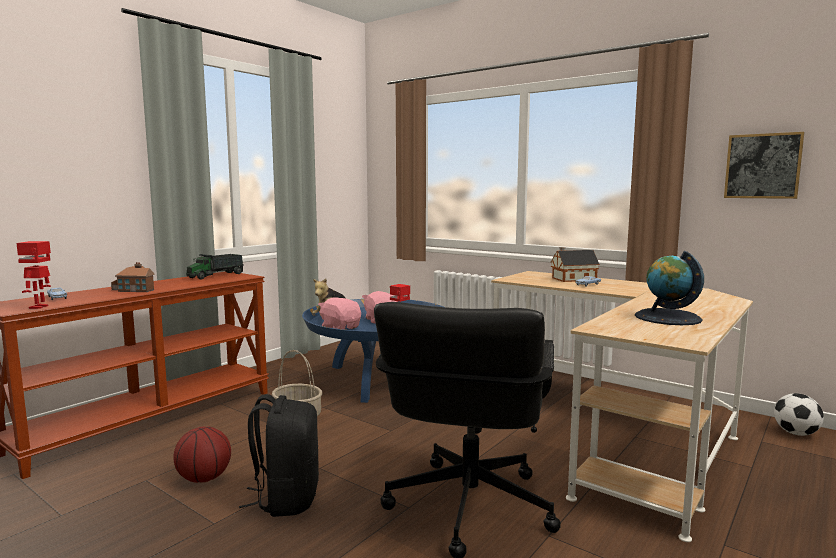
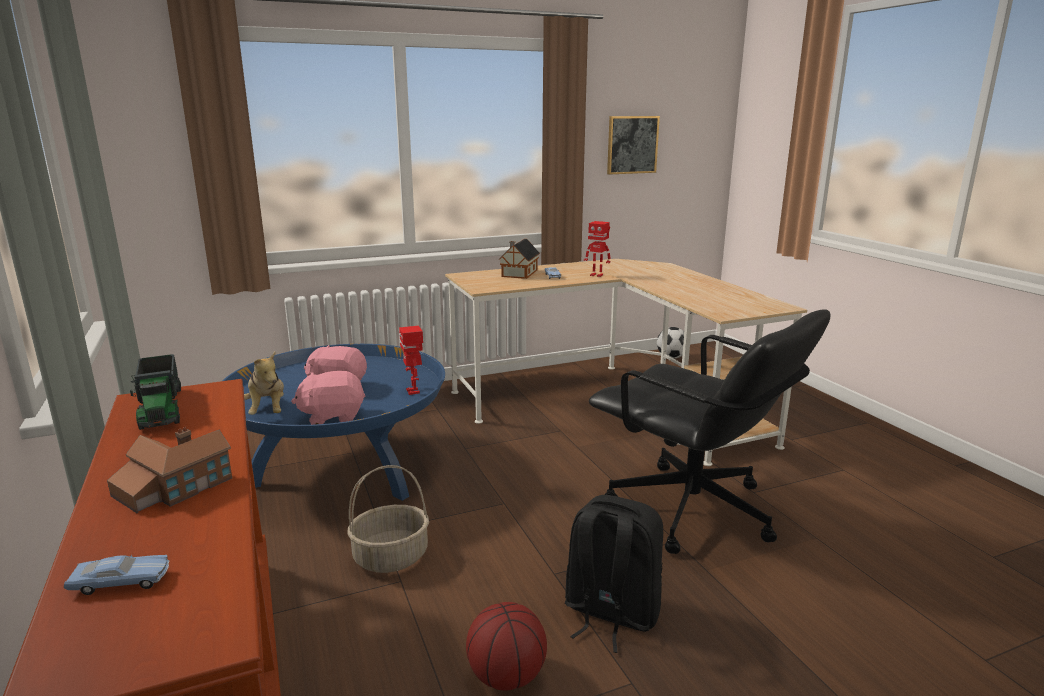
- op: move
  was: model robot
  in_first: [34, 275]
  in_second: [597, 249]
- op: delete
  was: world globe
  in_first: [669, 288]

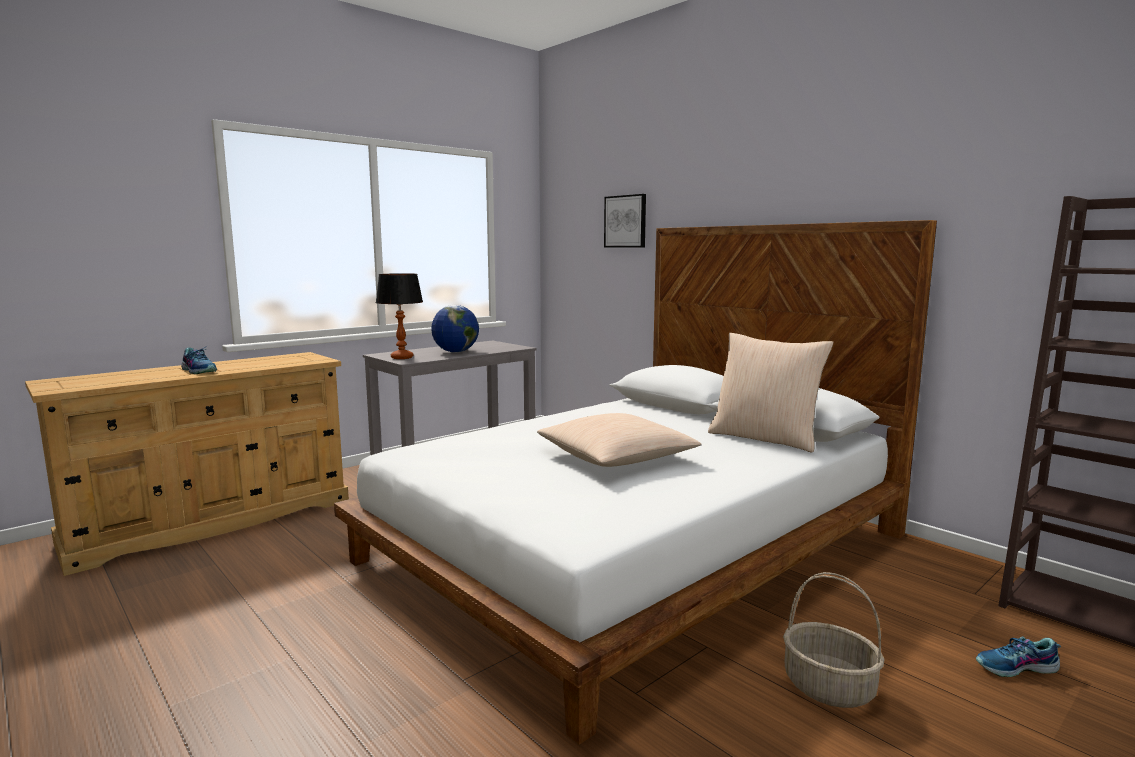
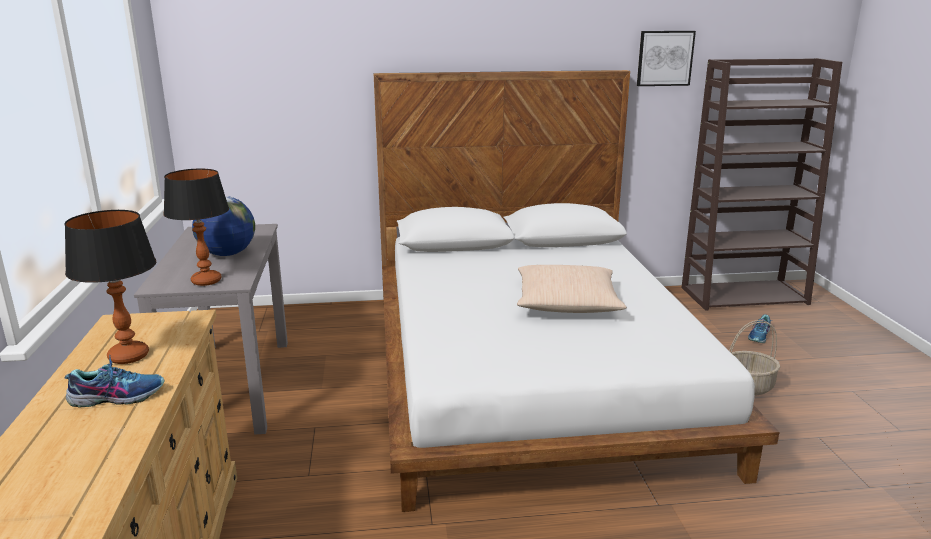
- op: move
  was: picture
  in_first: [625, 220]
  in_second: [666, 58]
- op: delete
  was: beige-coloured throw pillow
  in_first: [770, 393]
- op: insert
  now: tabletop lamp
  in_second: [110, 287]

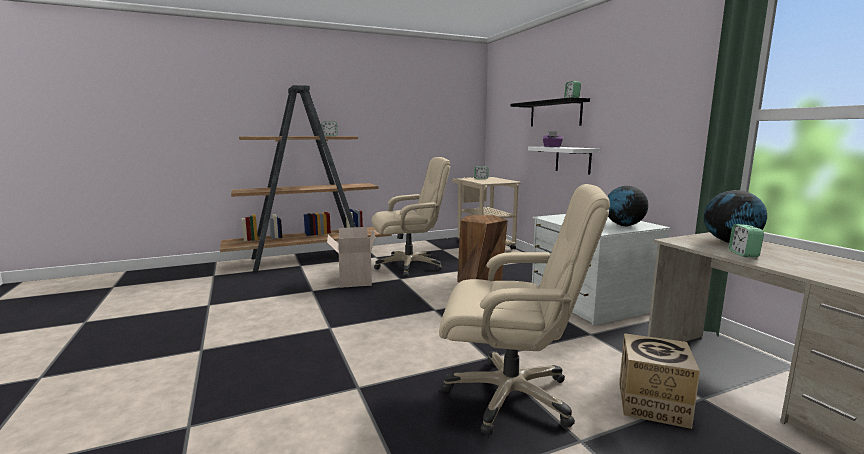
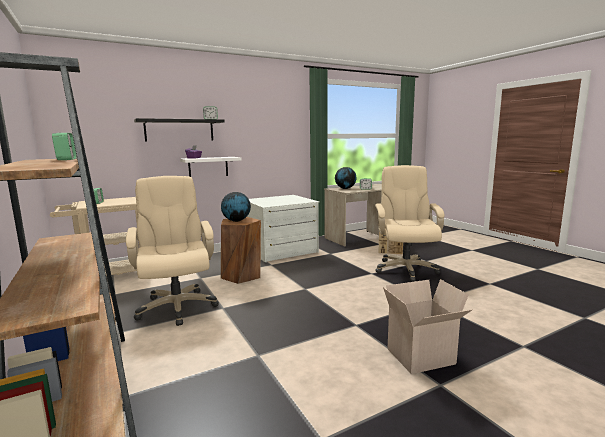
- op: move
  was: cardboard box
  in_first: [351, 257]
  in_second: [428, 326]
- op: move
  was: world globe
  in_first: [627, 206]
  in_second: [236, 207]

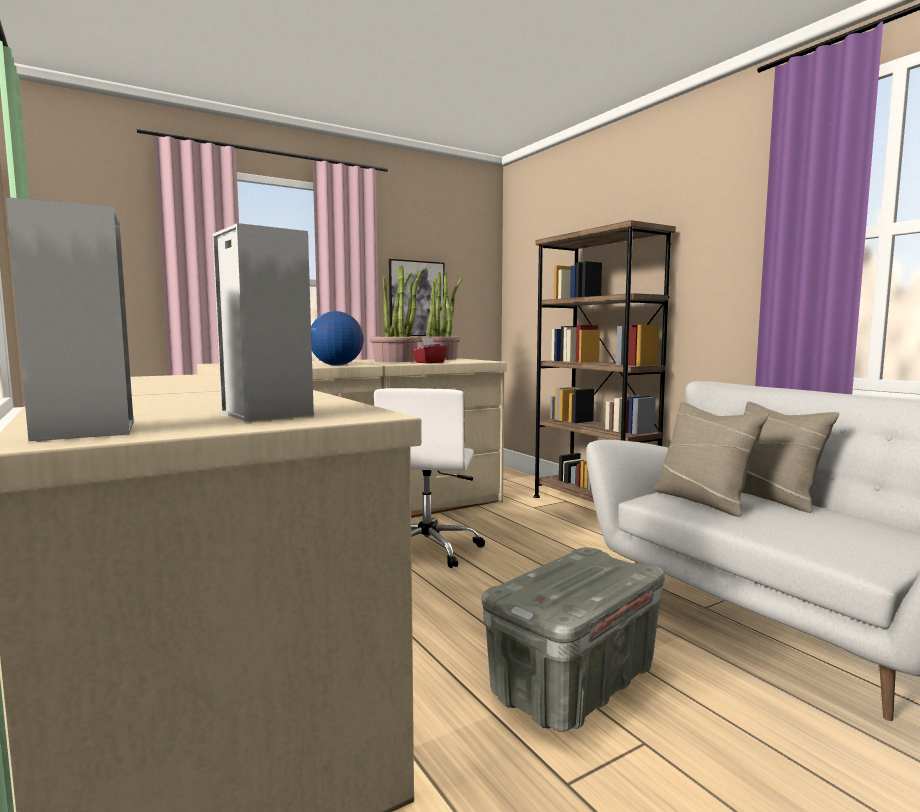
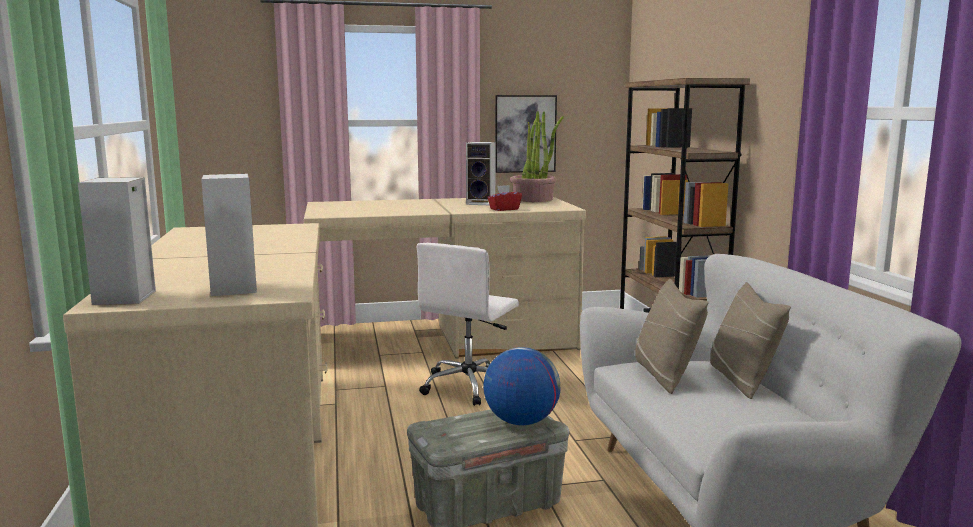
- op: move
  was: world globe
  in_first: [337, 338]
  in_second: [521, 386]
- op: replace
  was: potted plant
  now: audio speaker
  in_first: [396, 314]
  in_second: [480, 173]

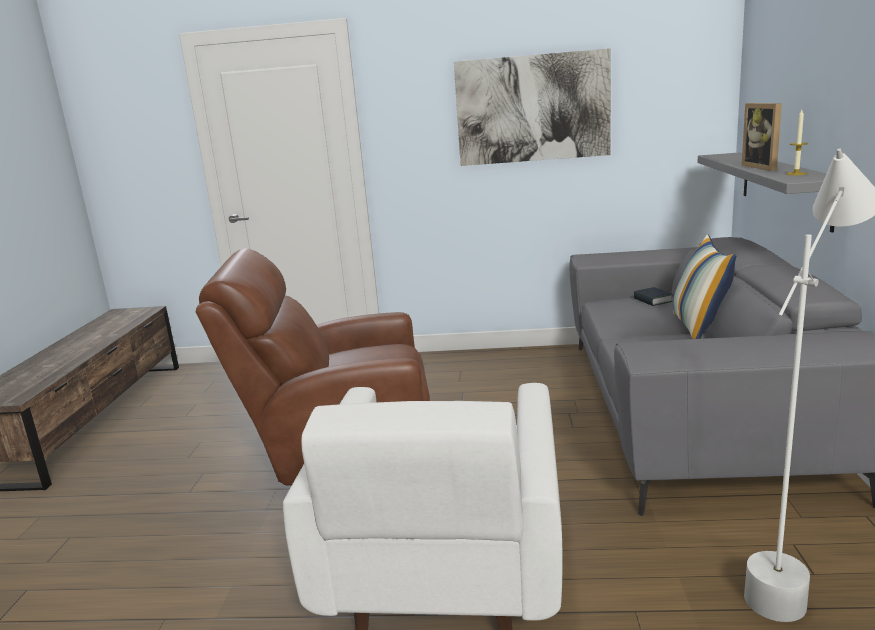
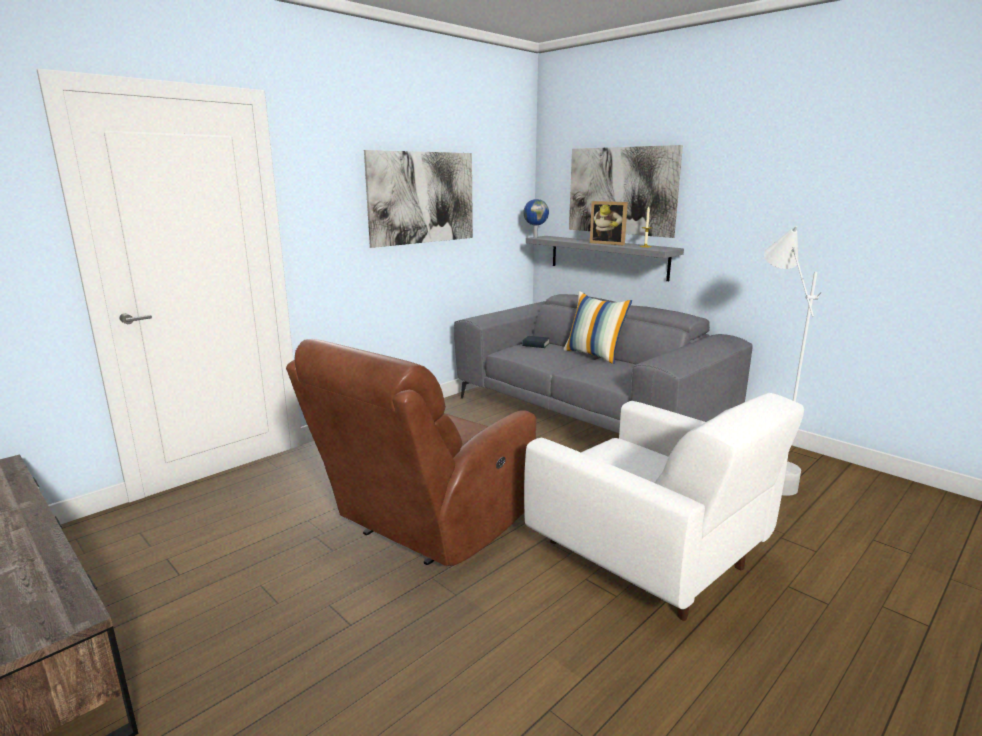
- op: insert
  now: world globe
  in_second: [536, 218]
- op: insert
  now: picture
  in_second: [626, 191]

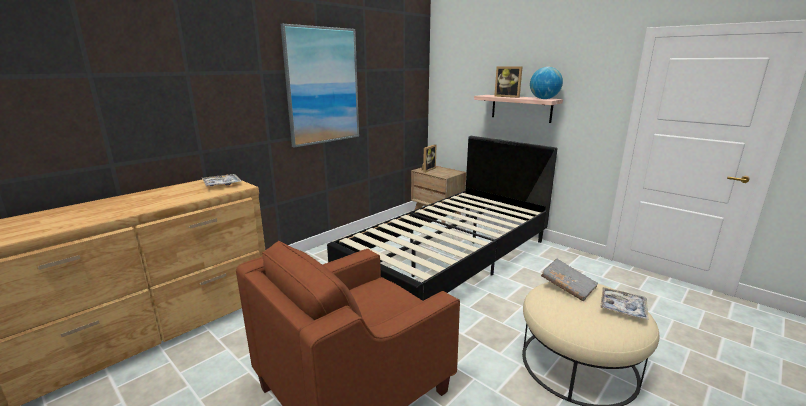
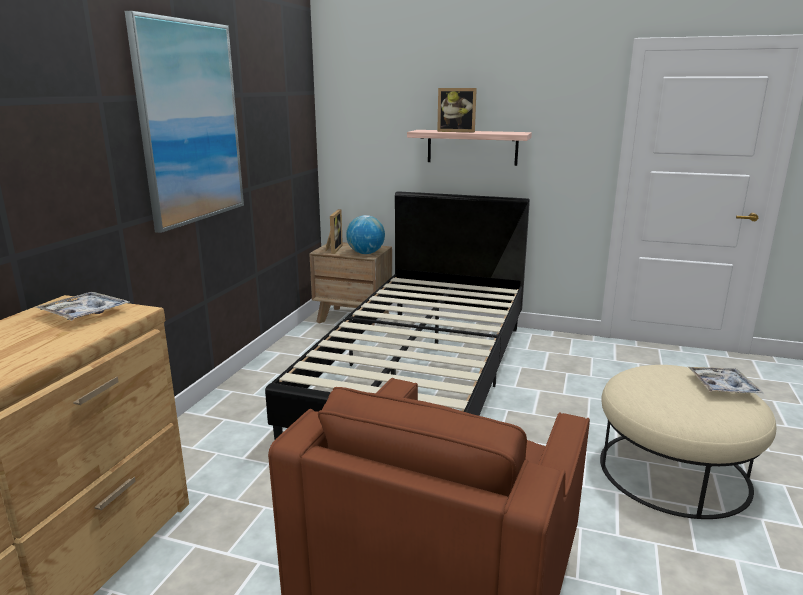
- op: move
  was: world globe
  in_first: [546, 83]
  in_second: [365, 234]
- op: delete
  was: grey book
  in_first: [569, 280]

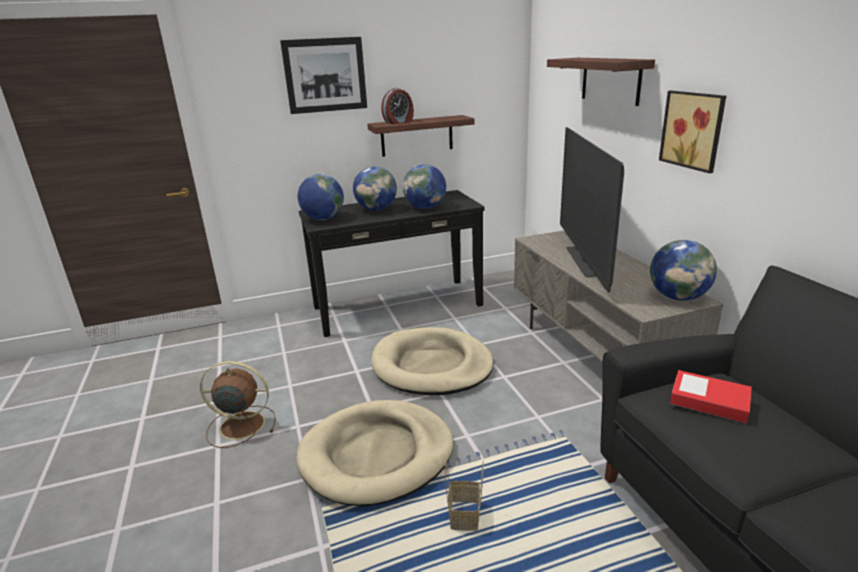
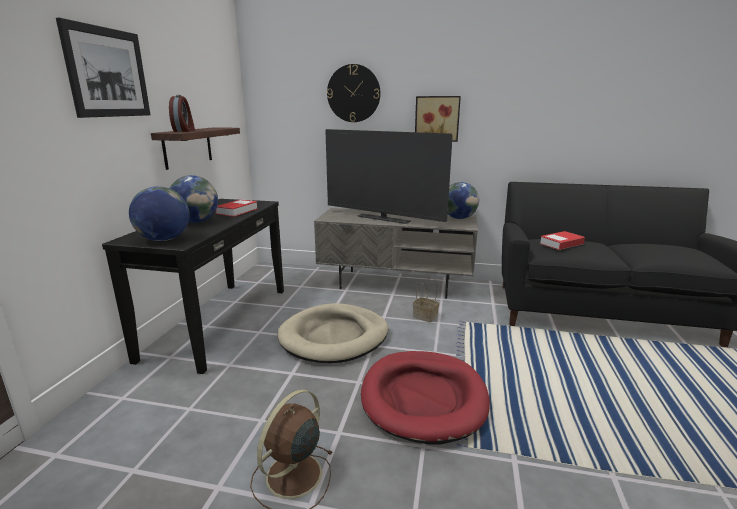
- op: recolor
  was: beige-coloured pet bed
  now: reddish pet bed
  in_first: [375, 453]
  in_second: [425, 398]
- op: replace
  was: world globe
  now: book
  in_first: [424, 186]
  in_second: [237, 208]
- op: move
  was: storage basket
  in_first: [464, 495]
  in_second: [426, 300]
- op: replace
  was: shelf
  now: wall clock
  in_first: [601, 82]
  in_second: [354, 93]

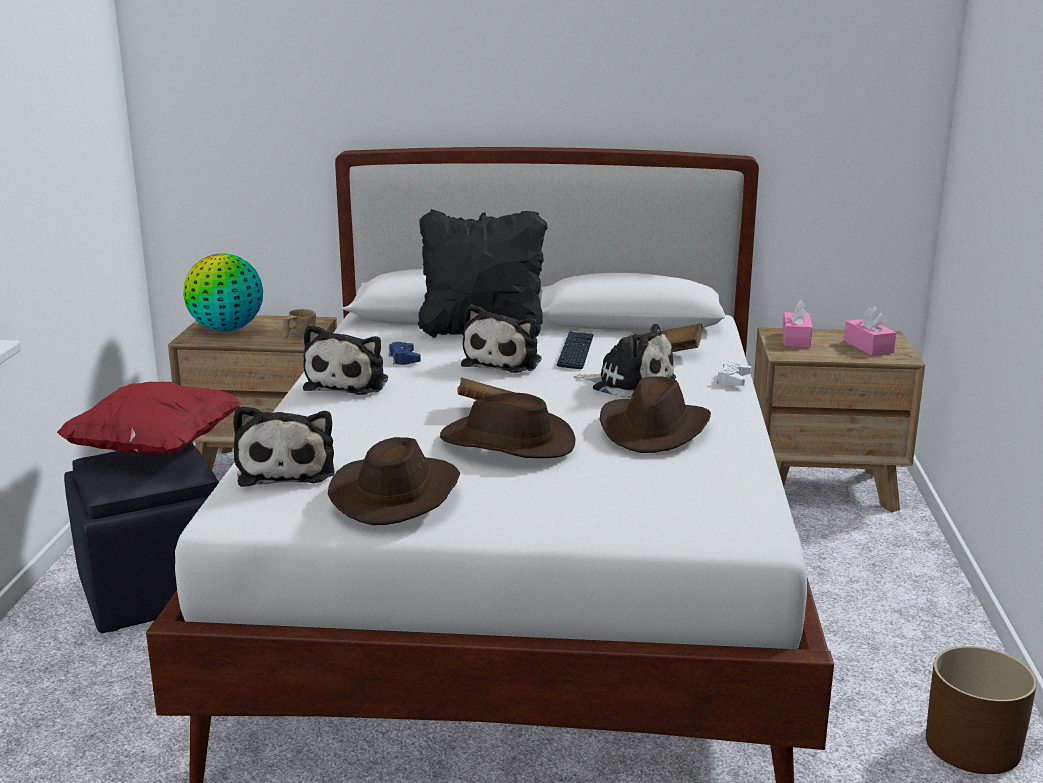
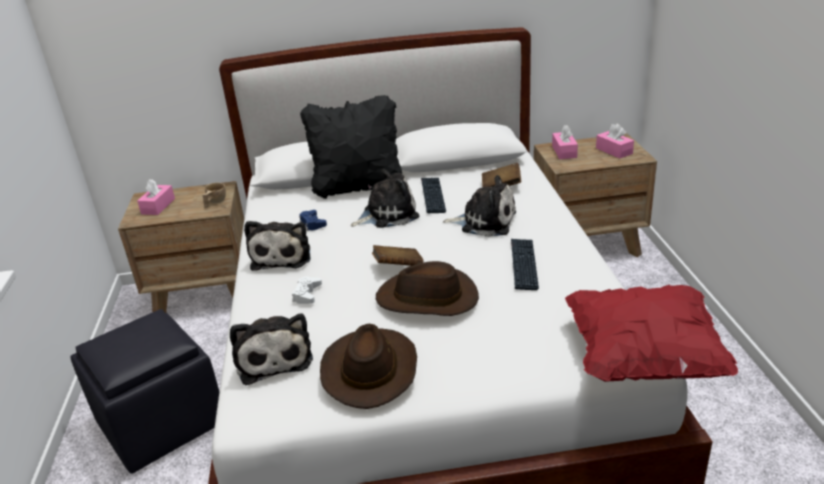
- op: move
  was: reddish throw pillow
  in_first: [149, 418]
  in_second: [651, 333]
- op: replace
  was: world globe
  now: pink-coloured box of tissues
  in_first: [223, 292]
  in_second: [156, 197]
- op: rotate
  was: plush toy
  in_first: [501, 338]
  in_second: [385, 198]
  clockwise: -120
- op: replace
  was: brown hat
  now: keyboard
  in_first: [655, 414]
  in_second: [525, 264]
- op: move
  was: white joypad
  in_first: [734, 373]
  in_second: [307, 290]
- op: delete
  was: brown plant pot
  in_first: [981, 710]

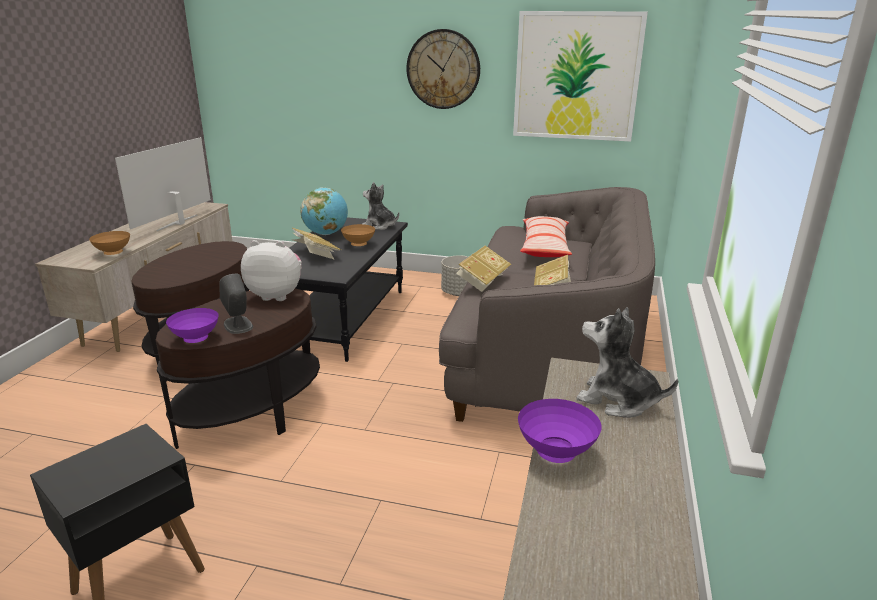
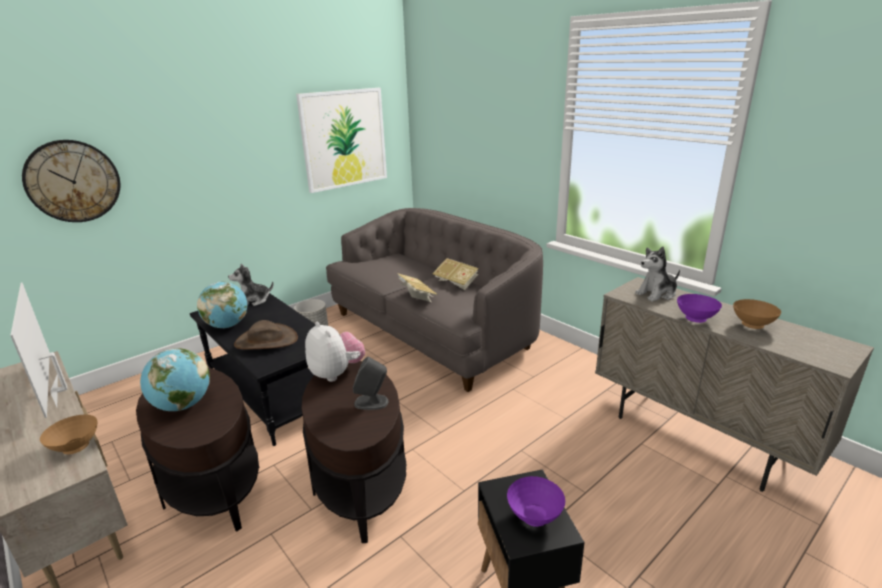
- op: move
  was: purple deep dish
  in_first: [192, 325]
  in_second: [536, 501]
- op: rotate
  was: plush toy
  in_first: [271, 270]
  in_second: [335, 351]
  clockwise: 105
- op: replace
  was: book
  now: brown hat
  in_first: [316, 244]
  in_second: [266, 335]
- op: move
  was: brown deep dish
  in_first: [358, 235]
  in_second: [757, 314]
- op: move
  was: wall clock
  in_first: [443, 69]
  in_second: [71, 181]
- op: delete
  was: throw pillow
  in_first: [546, 236]
- op: insert
  now: world globe
  in_second: [175, 379]

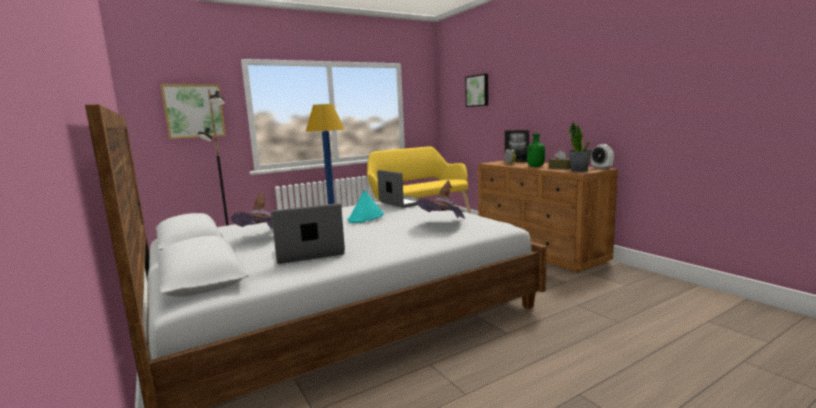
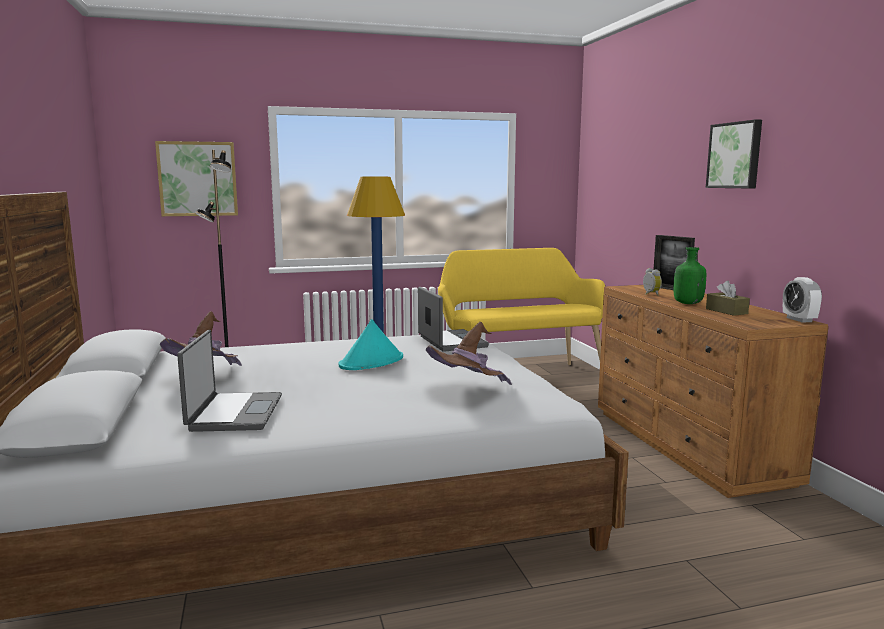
- op: rotate
  was: laptop
  in_first: [308, 233]
  in_second: [229, 381]
  clockwise: 90
- op: move
  was: picture
  in_first: [476, 90]
  in_second: [734, 153]
- op: delete
  was: potted plant
  in_first: [580, 147]

